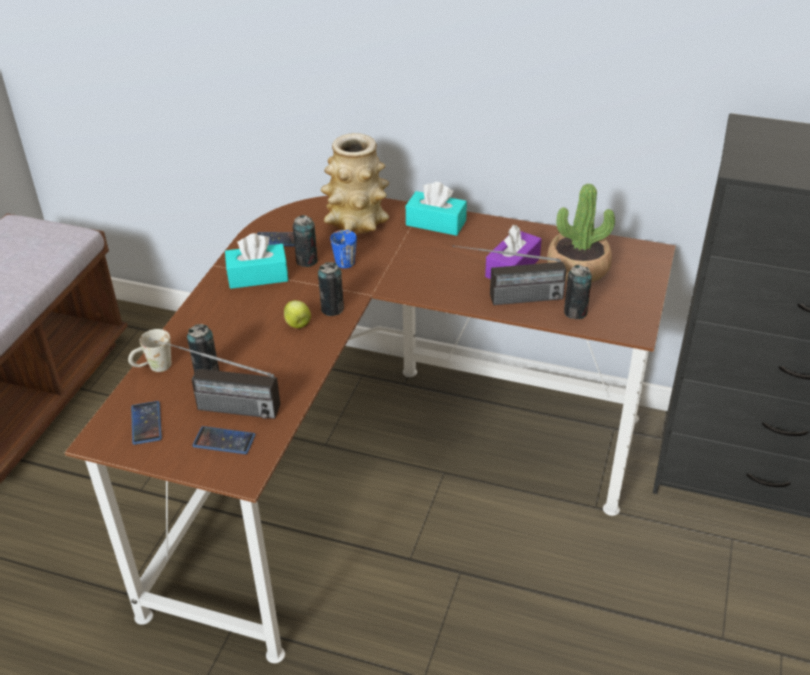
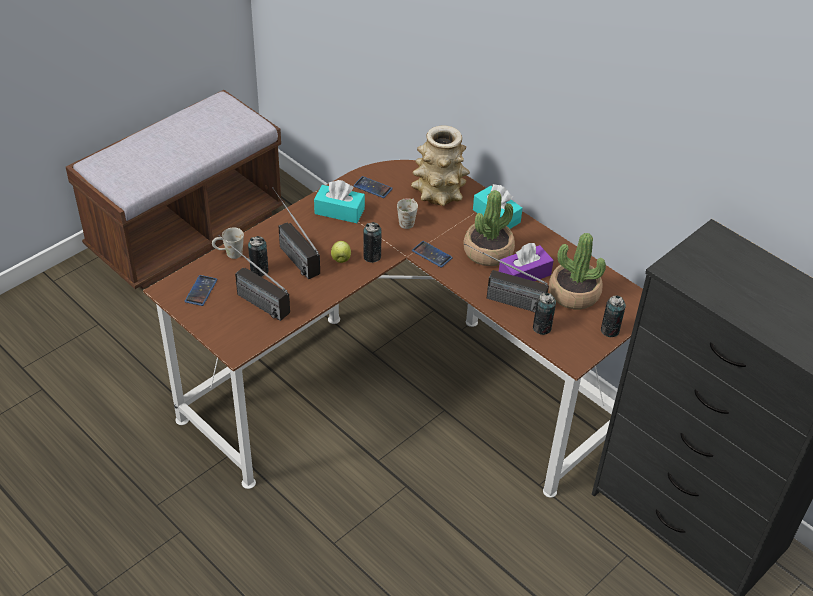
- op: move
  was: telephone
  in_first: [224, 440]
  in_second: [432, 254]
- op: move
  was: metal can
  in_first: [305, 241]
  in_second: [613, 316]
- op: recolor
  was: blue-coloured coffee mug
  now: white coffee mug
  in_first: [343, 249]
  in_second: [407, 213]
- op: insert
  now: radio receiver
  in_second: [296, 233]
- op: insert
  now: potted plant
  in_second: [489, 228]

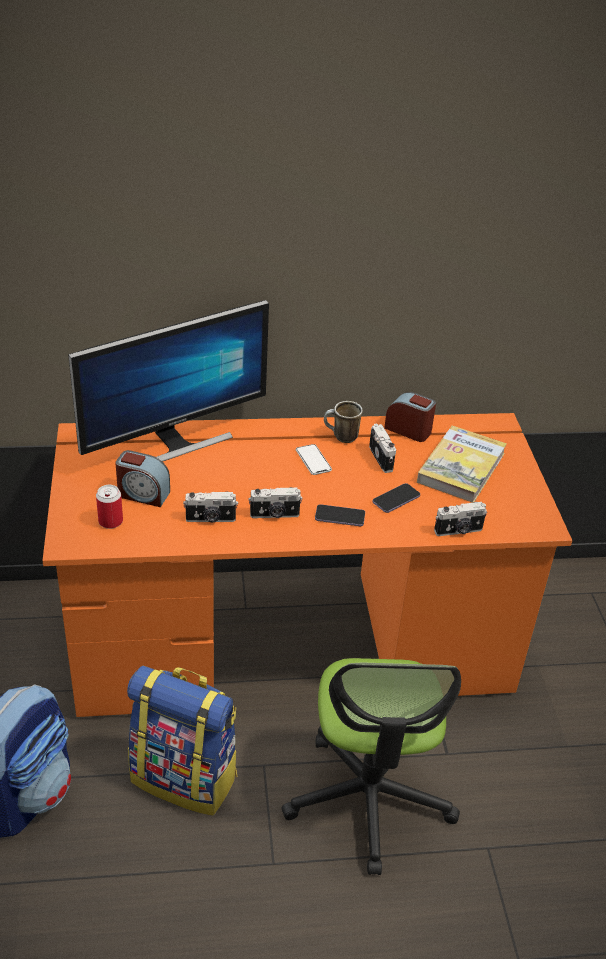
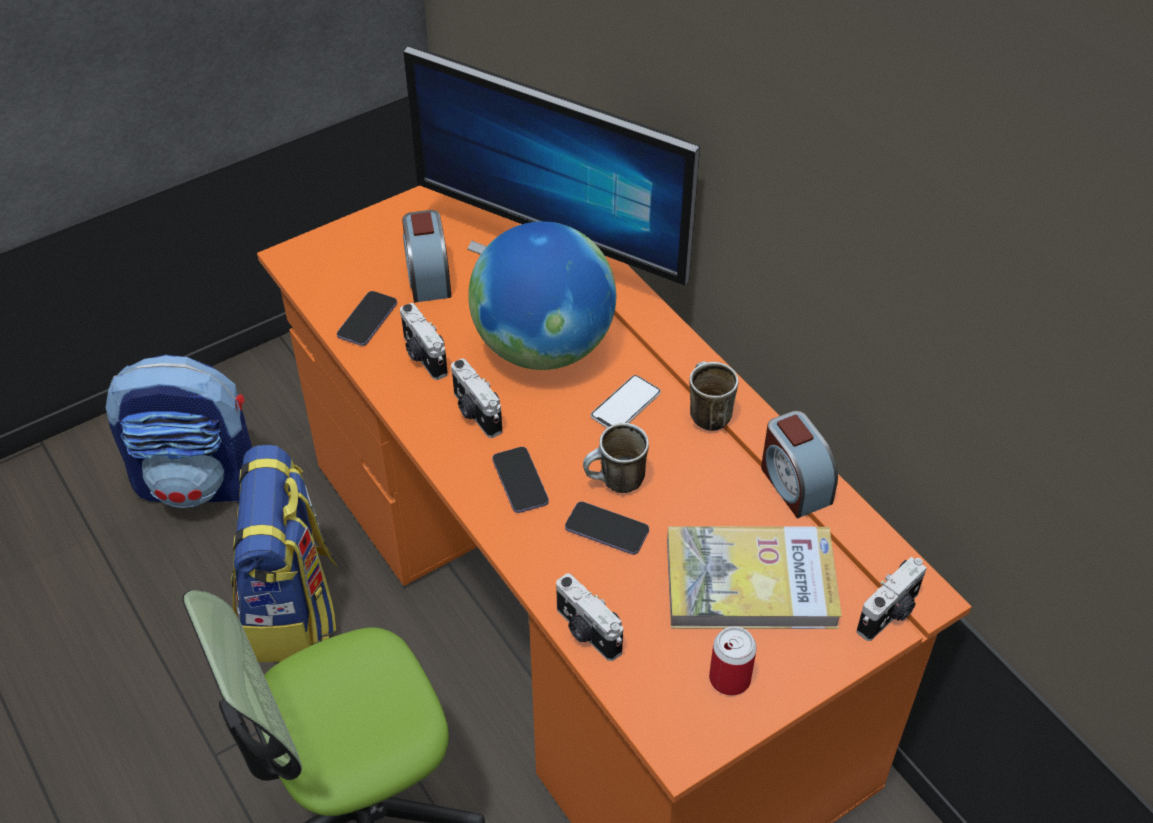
- op: move
  was: metal can
  in_first: [109, 507]
  in_second: [733, 661]
- op: move
  was: photo camera
  in_first: [382, 448]
  in_second: [892, 599]
- op: rotate
  was: alarm clock
  in_first: [410, 417]
  in_second: [799, 464]
  clockwise: 150
- op: insert
  now: telephone
  in_second: [367, 318]
- op: insert
  now: world globe
  in_second: [542, 295]
- op: insert
  now: coffee mug
  in_second: [616, 458]

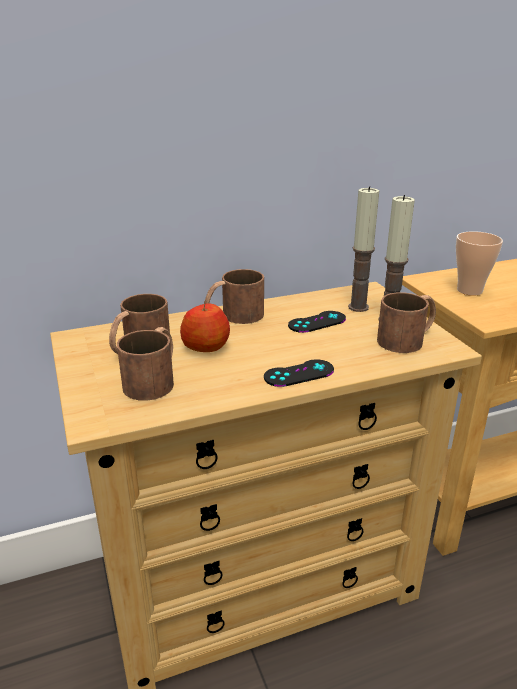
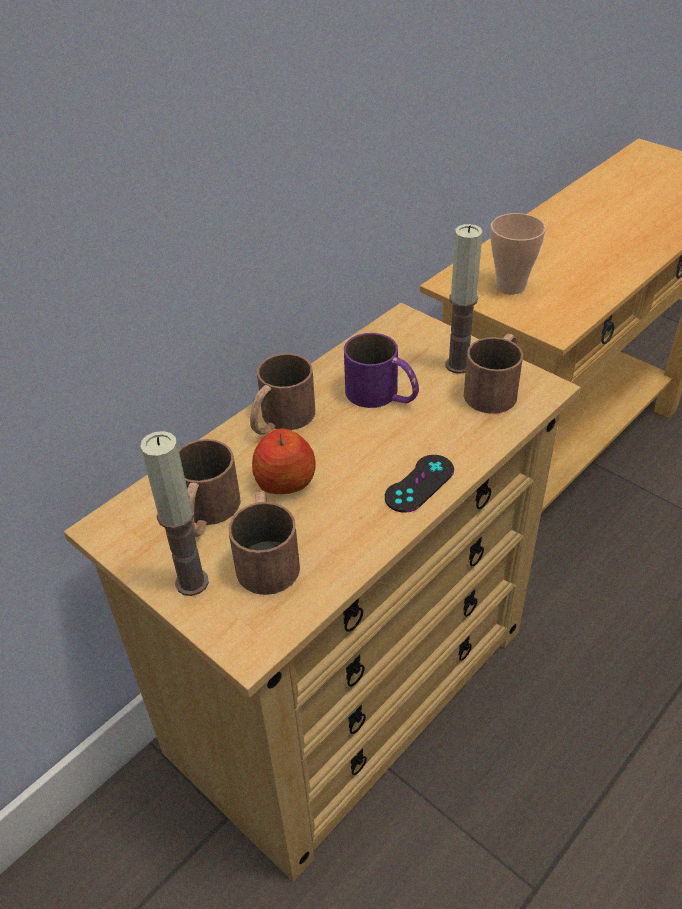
- op: replace
  was: black-coloured joypad
  now: purple coffee mug
  in_first: [317, 322]
  in_second: [381, 370]
- op: move
  was: candle
  in_first: [363, 249]
  in_second: [174, 513]

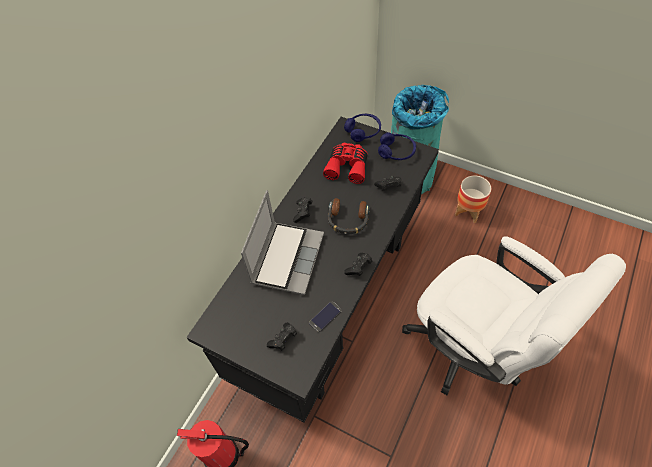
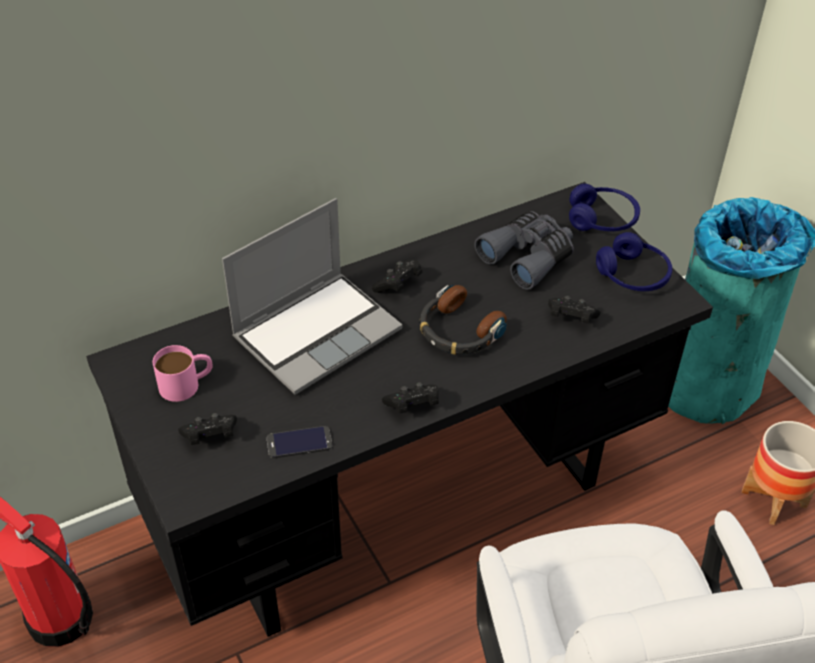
- op: recolor
  was: reddish binoculars
  now: grey binoculars
  in_first: [345, 163]
  in_second: [524, 250]
- op: insert
  now: pink-coloured coffee mug
  in_second: [183, 373]

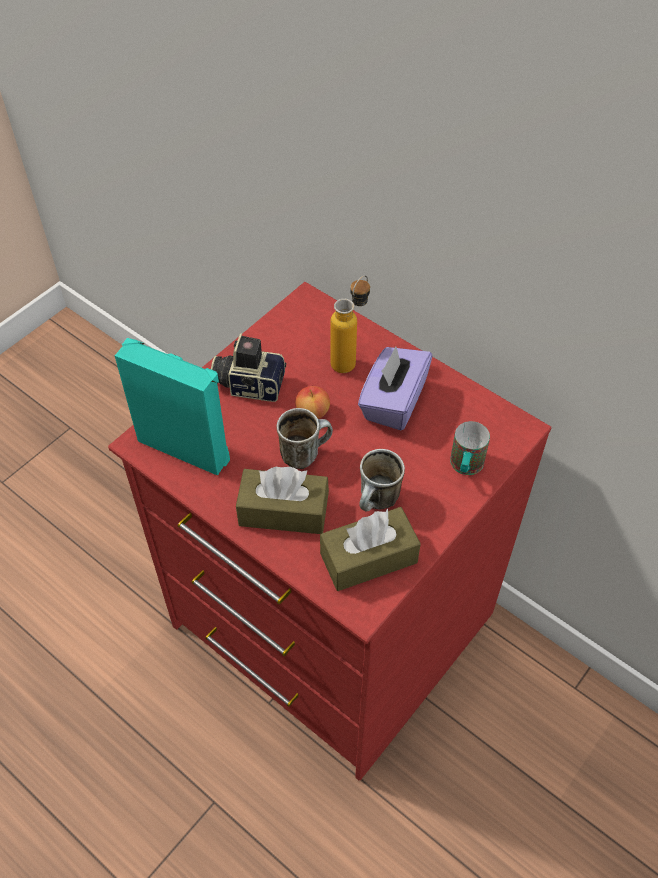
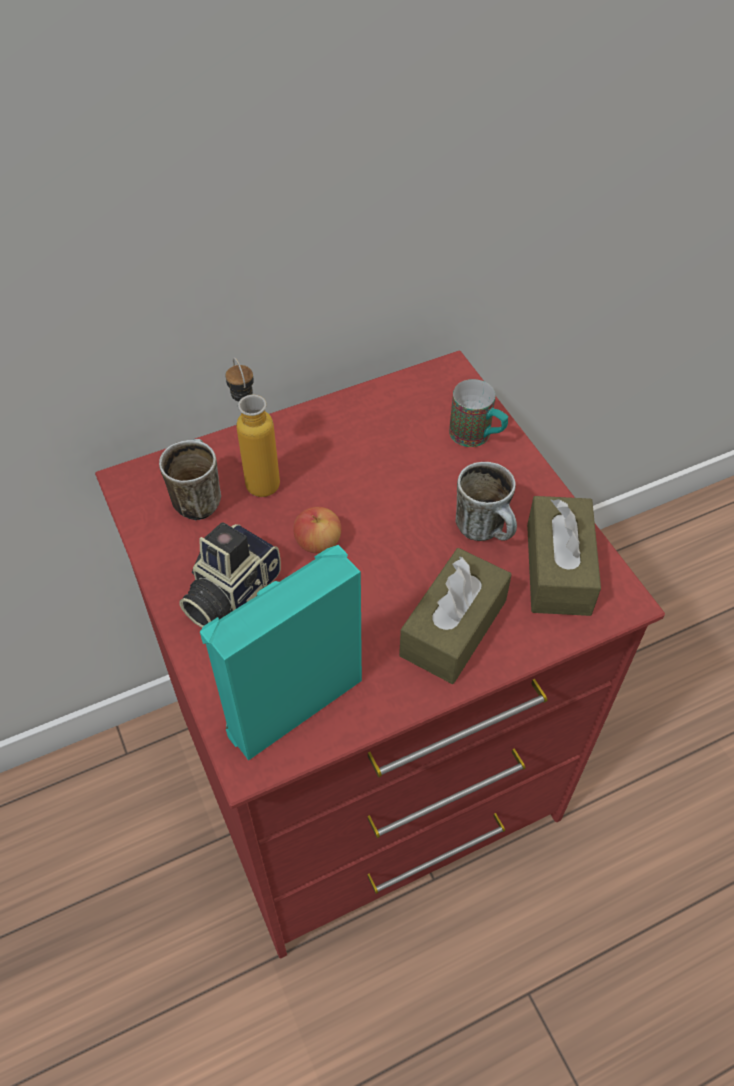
- op: move
  was: coffee mug
  in_first: [305, 438]
  in_second: [190, 480]
- op: delete
  was: purple box of tissues
  in_first: [395, 388]

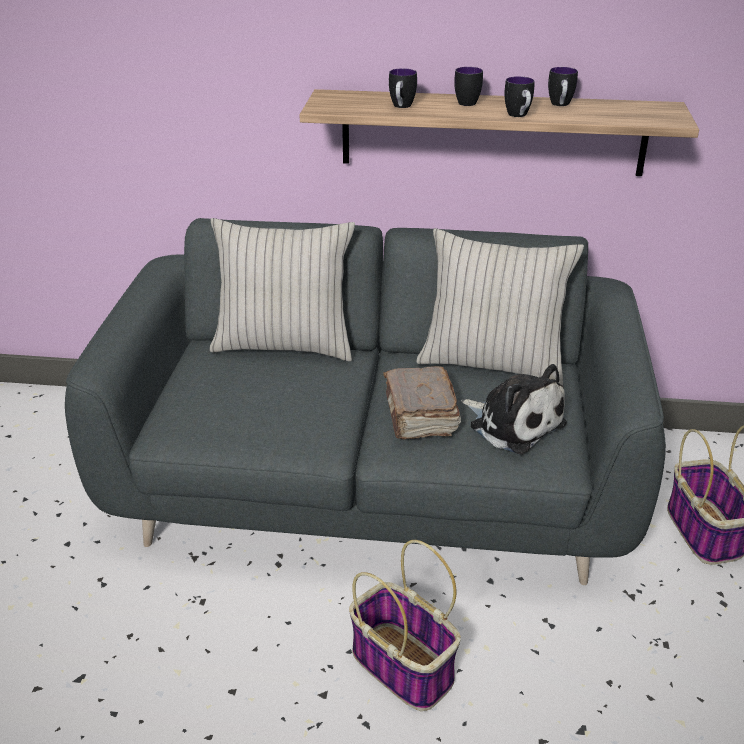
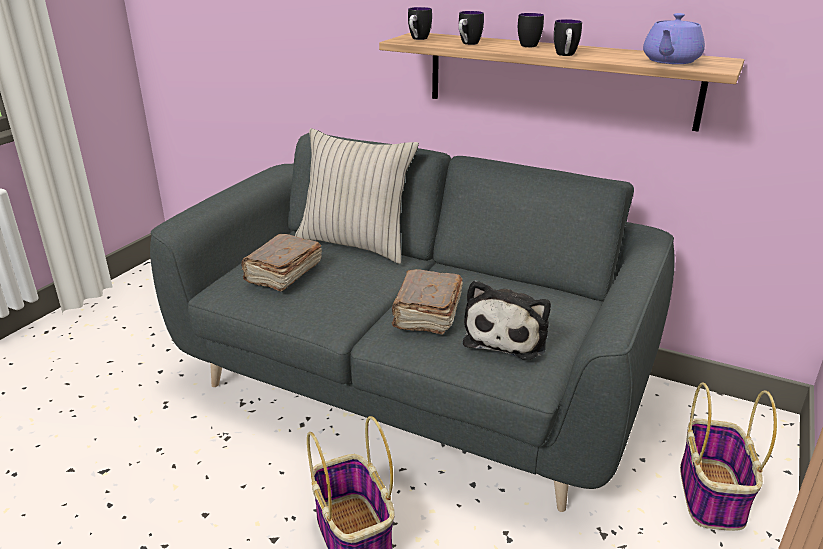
- op: delete
  was: beige-coloured throw pillow
  in_first: [500, 307]
- op: rotate
  was: plush toy
  in_first: [514, 409]
  in_second: [507, 320]
  clockwise: 45
- op: move
  was: coffee mug
  in_first: [563, 86]
  in_second: [420, 23]
- op: insert
  now: brown book
  in_second: [281, 263]
- op: insert
  now: purple tea pot
  in_second: [674, 38]

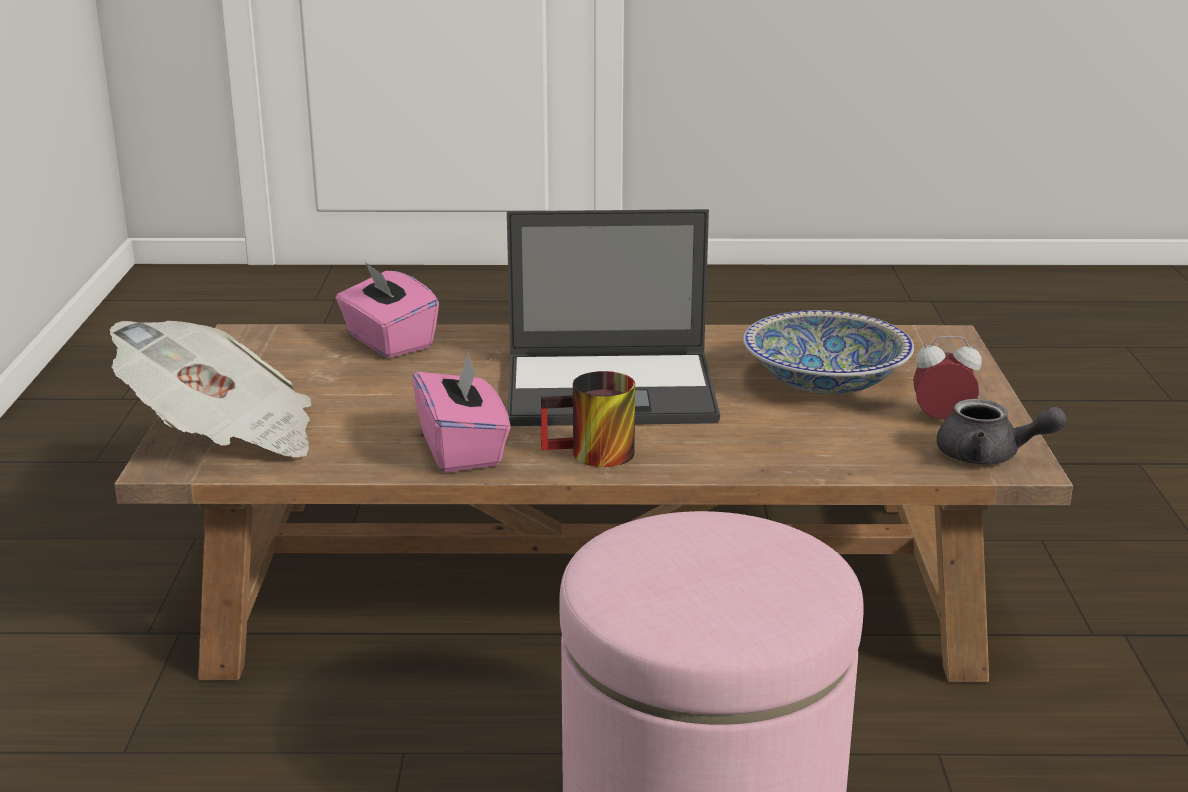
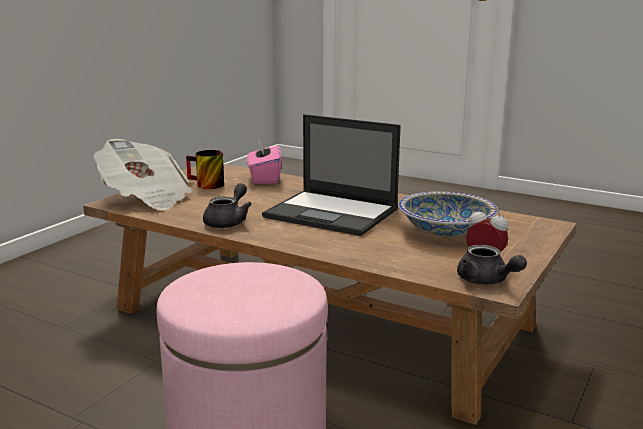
- op: replace
  was: pink-coloured box of tissues
  now: grey tea pot
  in_first: [461, 413]
  in_second: [227, 205]
- op: move
  was: coffee mug
  in_first: [588, 419]
  in_second: [205, 169]

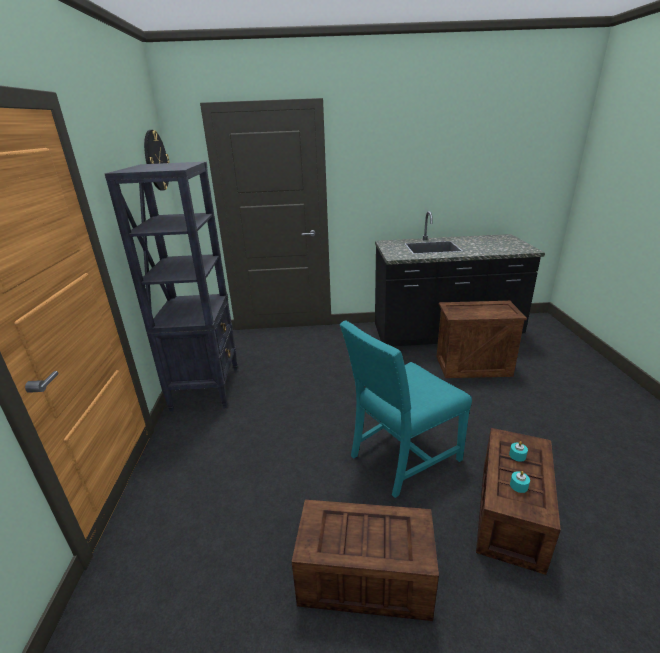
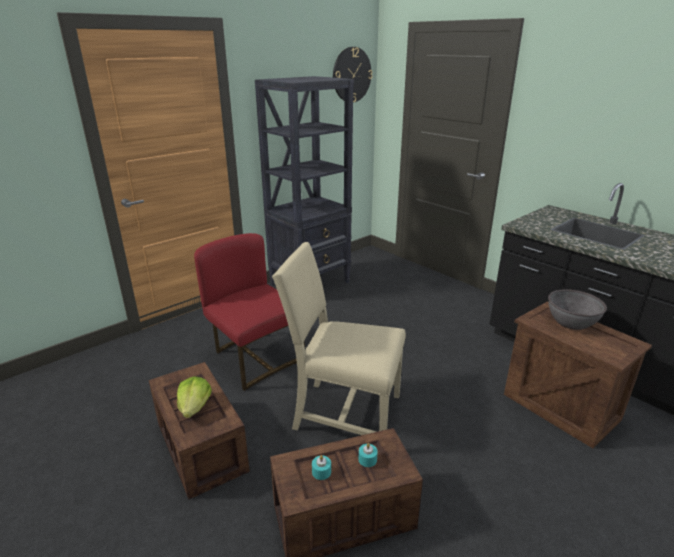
- op: recolor
  was: turquoise-coloured chair
  now: beige-coloured chair
  in_first: [406, 409]
  in_second: [339, 338]
- op: insert
  now: lettuce head
  in_second: [194, 397]
- op: insert
  now: reddish chair
  in_second: [249, 312]
- op: insert
  now: grey deep dish
  in_second: [577, 309]

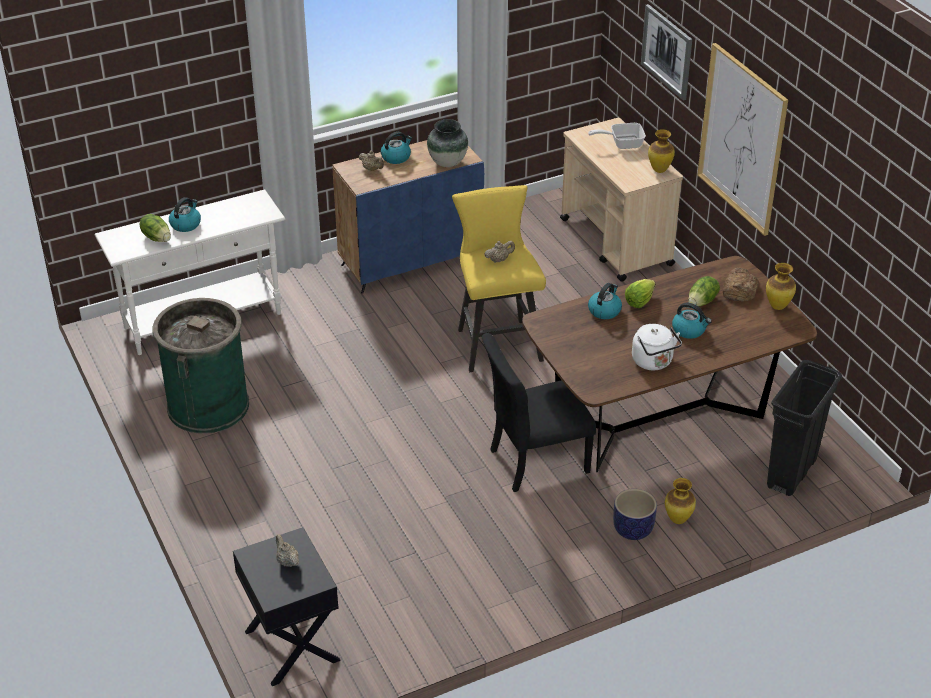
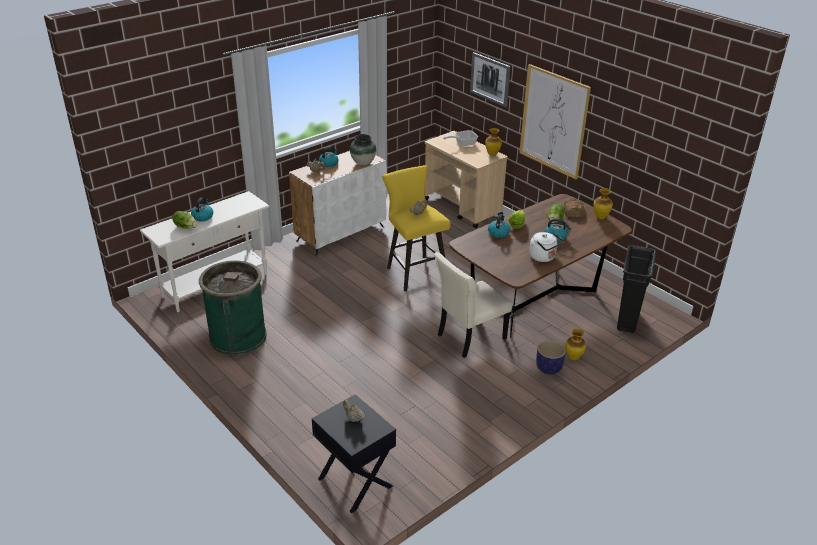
- op: recolor
  was: blue-coloured storage cabinet
  now: white storage cabinet
  in_first: [408, 217]
  in_second: [338, 203]
- op: recolor
  was: black-coloured chair
  now: beige-coloured chair
  in_first: [539, 412]
  in_second: [473, 305]

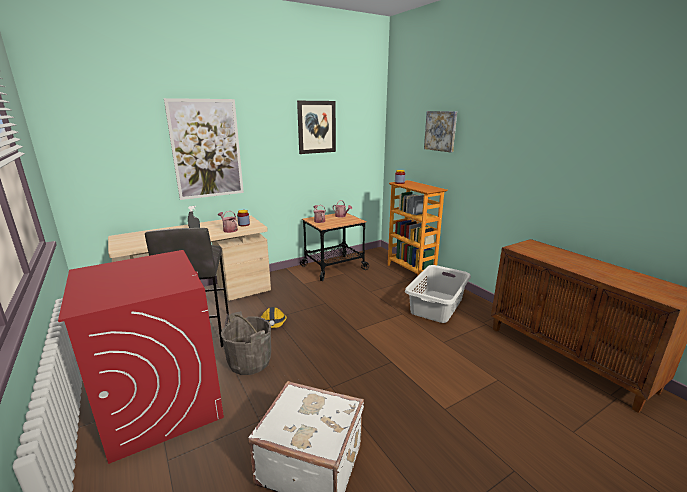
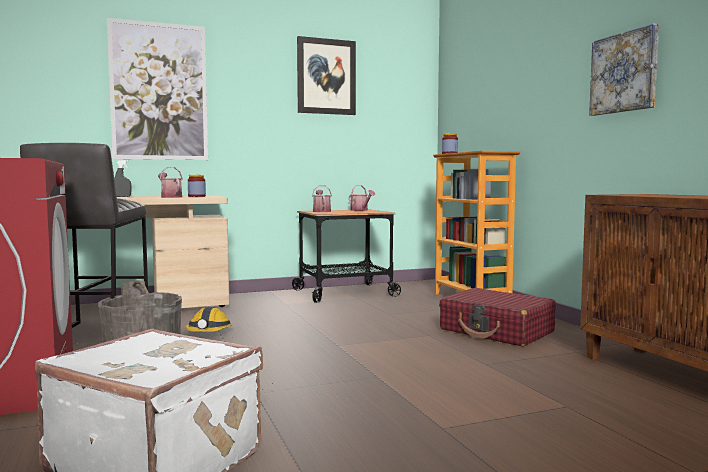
- op: replace
  was: grey laundry basket
  now: reddish travel case
  in_first: [438, 294]
  in_second: [497, 317]
- op: move
  was: picture
  in_first: [440, 132]
  in_second: [624, 69]

